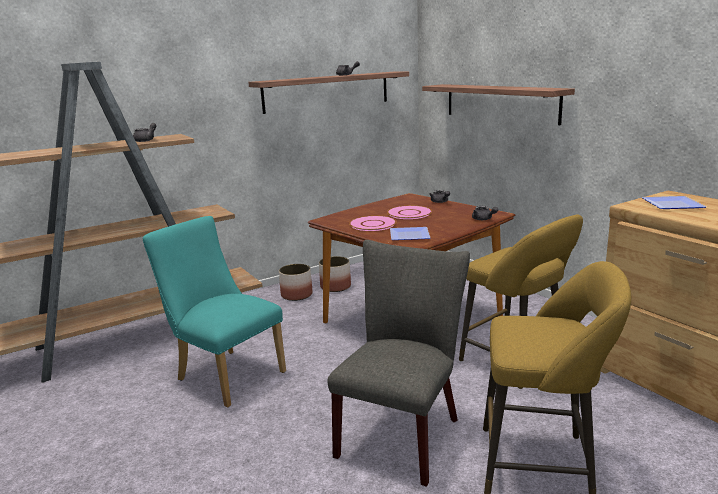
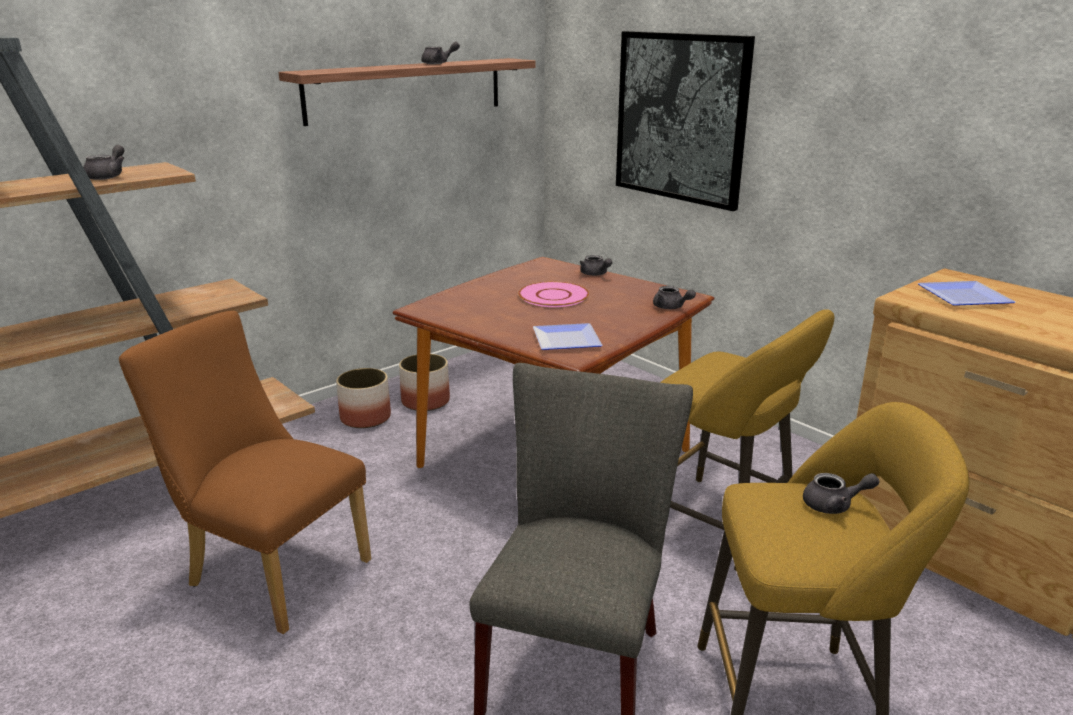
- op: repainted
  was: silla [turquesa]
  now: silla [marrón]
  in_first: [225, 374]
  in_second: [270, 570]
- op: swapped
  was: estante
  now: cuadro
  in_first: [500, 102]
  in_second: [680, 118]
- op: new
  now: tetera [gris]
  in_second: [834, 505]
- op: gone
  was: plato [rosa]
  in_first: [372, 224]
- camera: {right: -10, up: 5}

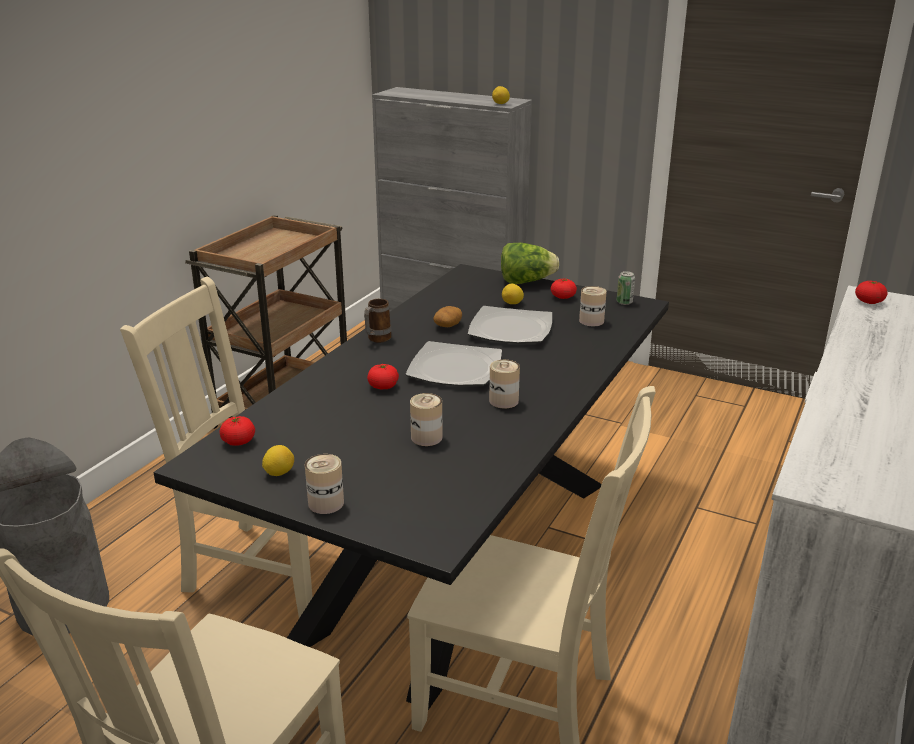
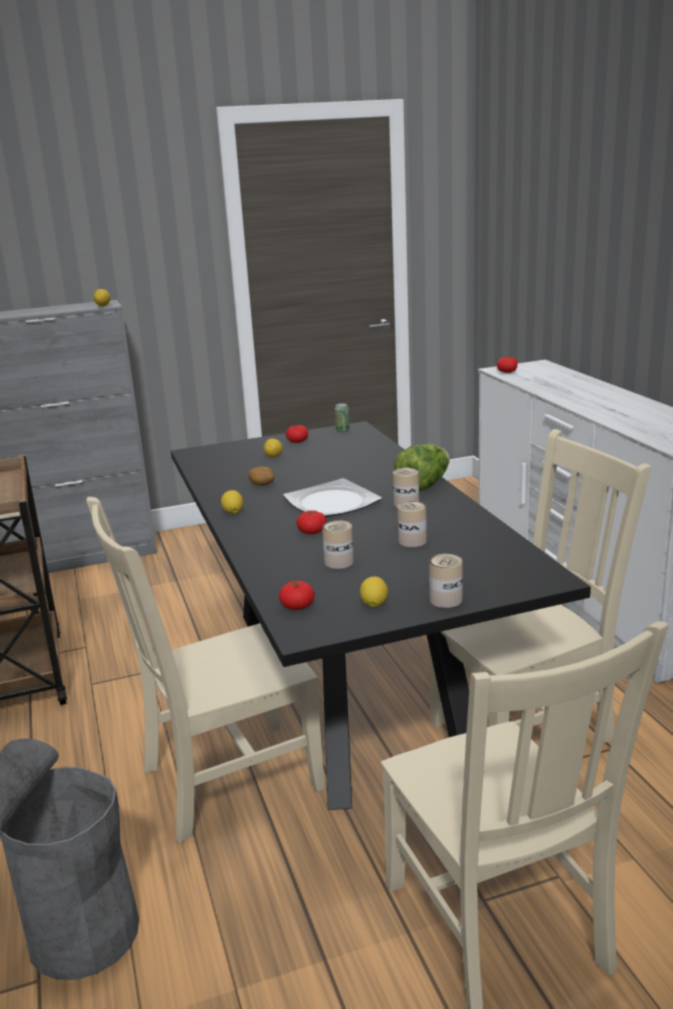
- op: swapped
  was: taza grande
  now: limón
  in_first: [376, 340]
  in_second: [233, 512]
- op: shifted
  was: lata
  in_first: [591, 321]
  in_second: [339, 562]
- op: shifted
  was: lechuga
  in_first: [526, 281]
  in_second: [424, 485]
- op: gone
  was: plato
  in_first: [511, 329]
- camera: {right: -45, up: -5}

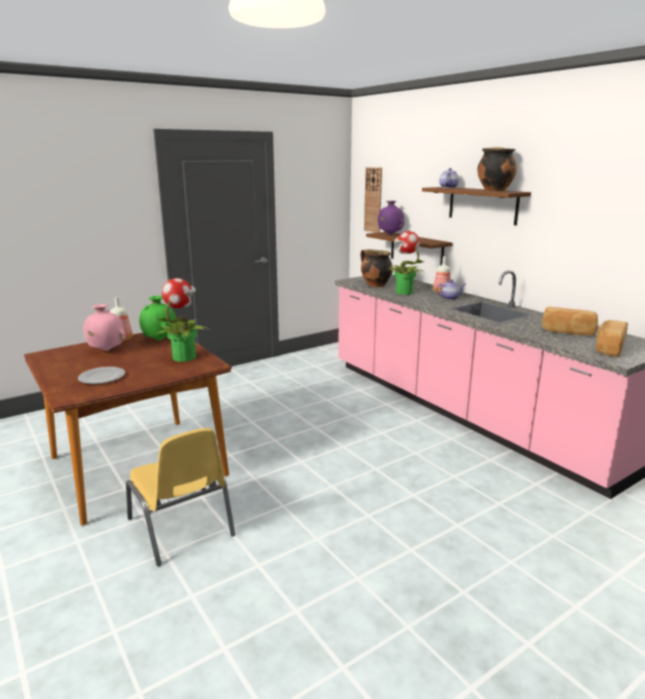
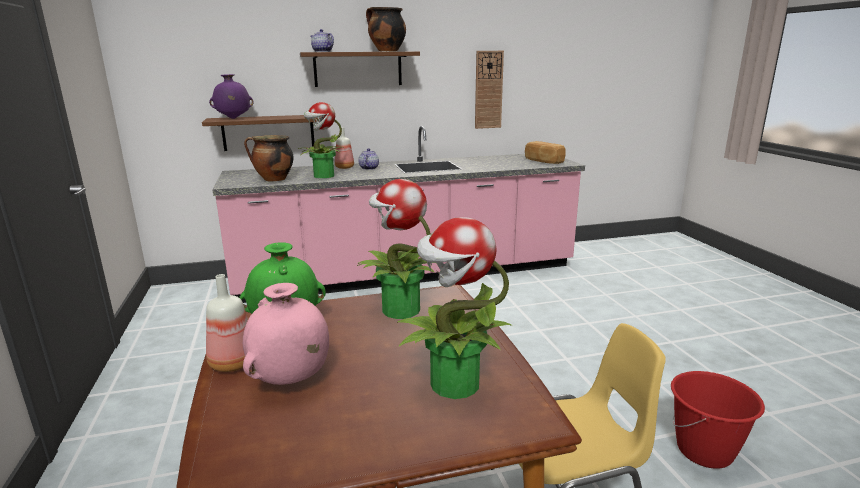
- op: swapped
  was: plato
  now: planta en maceta
  in_first: [101, 377]
  in_second: [453, 384]
- op: shifted
  was: reloj de pared
  in_first: [373, 200]
  in_second: [488, 90]
- op: new
  now: cubo [rojo]
  in_second: [704, 451]
- op: gone
  was: pan
  in_first: [567, 332]
- camera: {right: -70, up: 0}

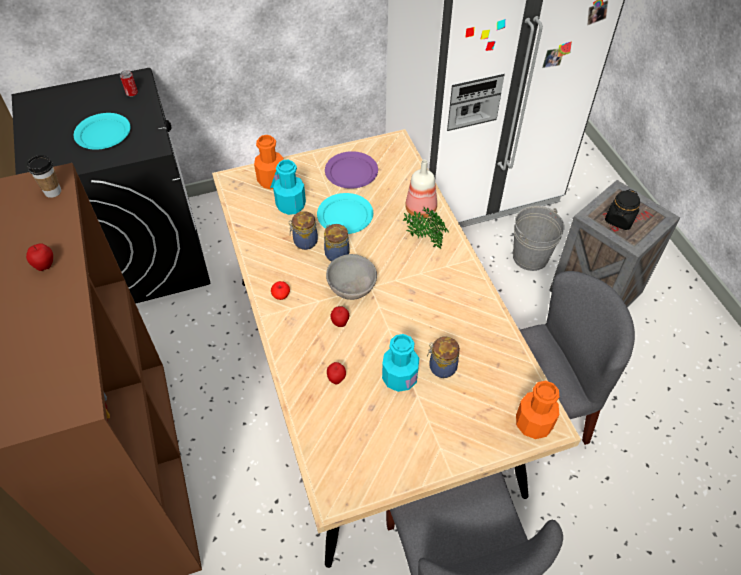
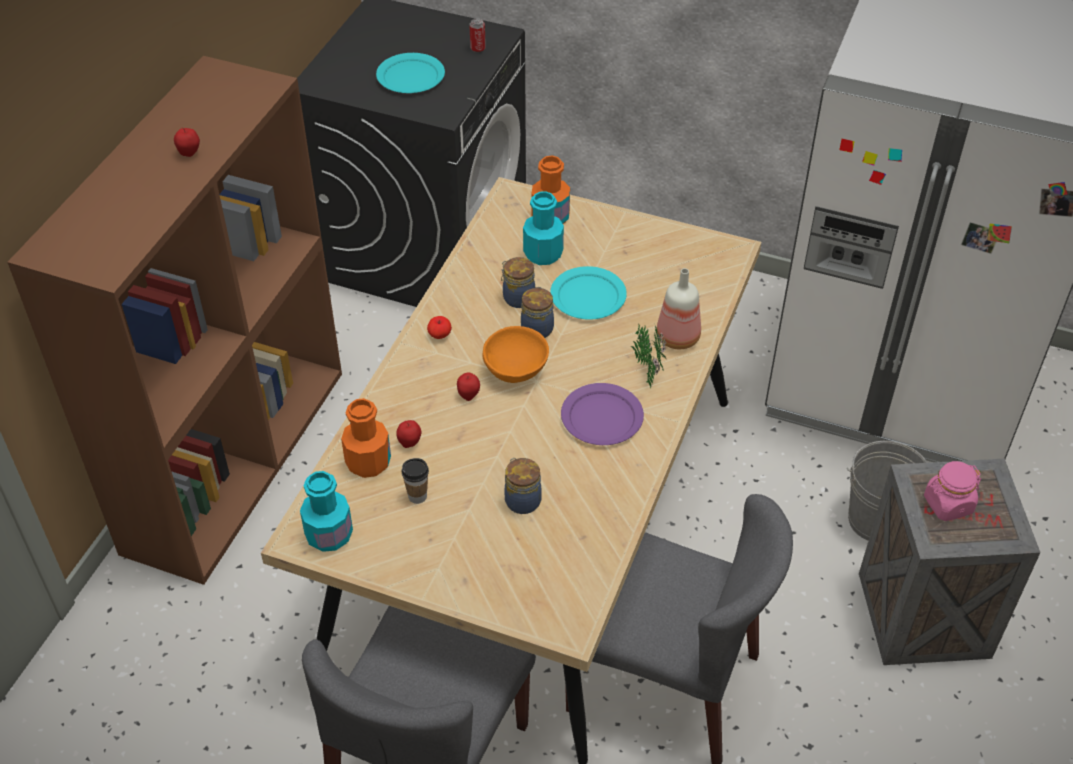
- op: shifted
  was: botella [turquesa]
  in_first: [399, 378]
  in_second: [329, 535]
- op: shifted
  was: botella [naranja]
  in_first: [533, 423]
  in_second: [368, 462]
- op: shifted
  was: taza
  in_first: [53, 192]
  in_second: [417, 496]
- op: repainted
  was: cuenco [gris]
  now: cuenco [naranja]
  in_first: [352, 288]
  in_second: [517, 371]
- op: shifted
  was: plato [morado]
  in_first: [351, 172]
  in_second: [601, 416]
- op: repainted
  was: tarro [negro]
  now: tarro [rosa]
  in_first: [619, 220]
  in_second: [947, 504]
- camera: {right: 40, up: -5}

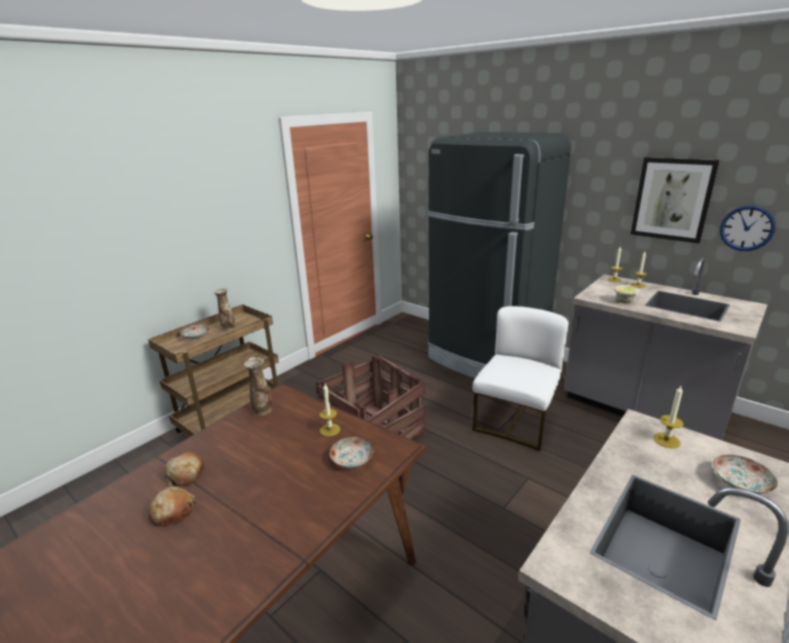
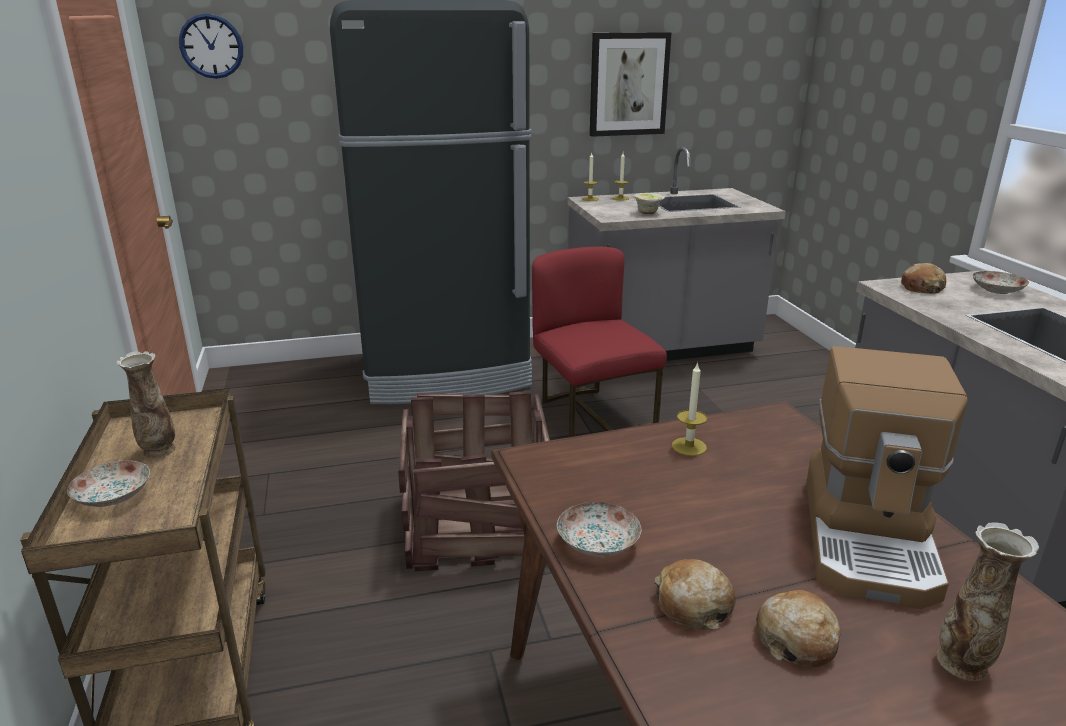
- op: shifted
  was: reloj de pared
  in_first: [747, 228]
  in_second: [211, 46]
- op: repainted
  was: silla [blanco]
  now: silla [rojo]
  in_first: [516, 421]
  in_second: [592, 415]
- op: shifted
  was: plato
  in_first: [353, 460]
  in_second: [599, 542]
- op: new
  now: cafetera
  in_second: [871, 537]
- op: swapped
  was: vela
  now: pan
  in_first: [666, 440]
  in_second: [921, 288]
- op: shifted
  was: florero
  in_first: [262, 411]
  in_second: [964, 663]
- camera: {right: -55, up: 0}

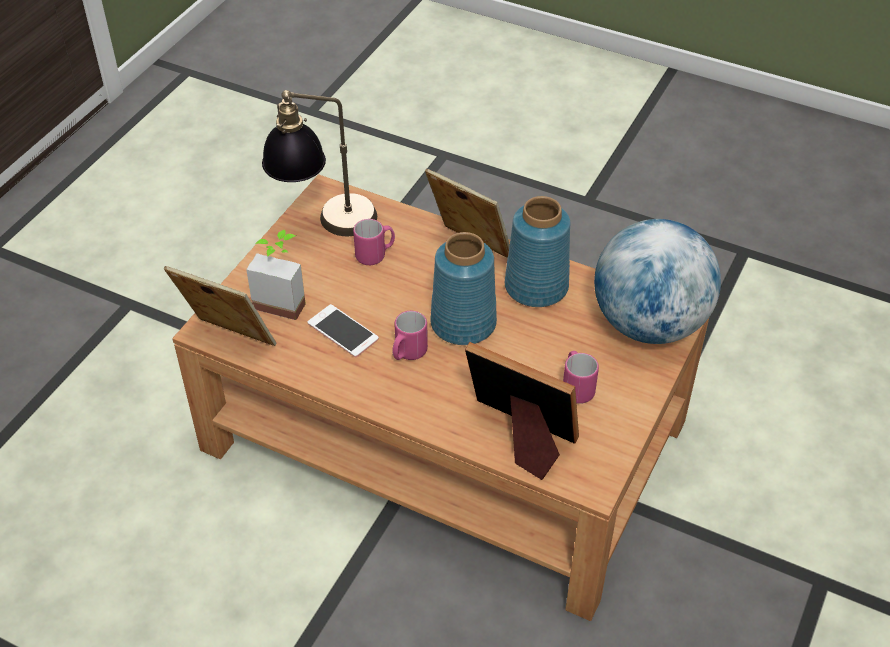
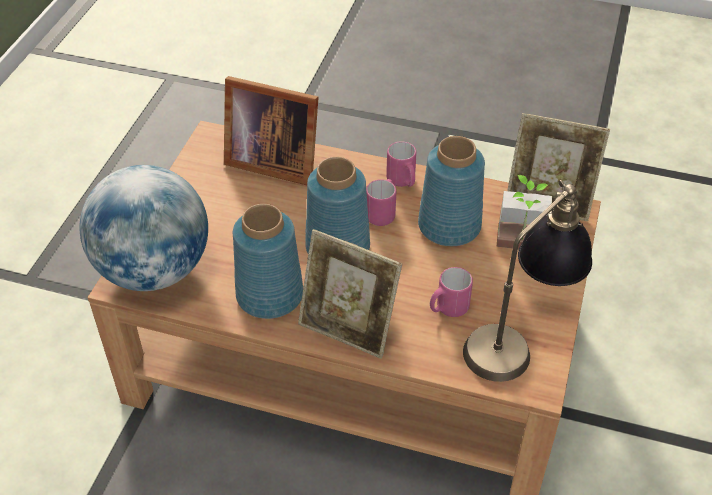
- op: shifted
  was: taza grande [rosa]
  in_first: [576, 387]
  in_second: [403, 182]
- op: swapped
  was: móvil
  now: florero [azul]
  in_first: [343, 331]
  in_second: [449, 225]
- camera: {right: 170, up: 0}

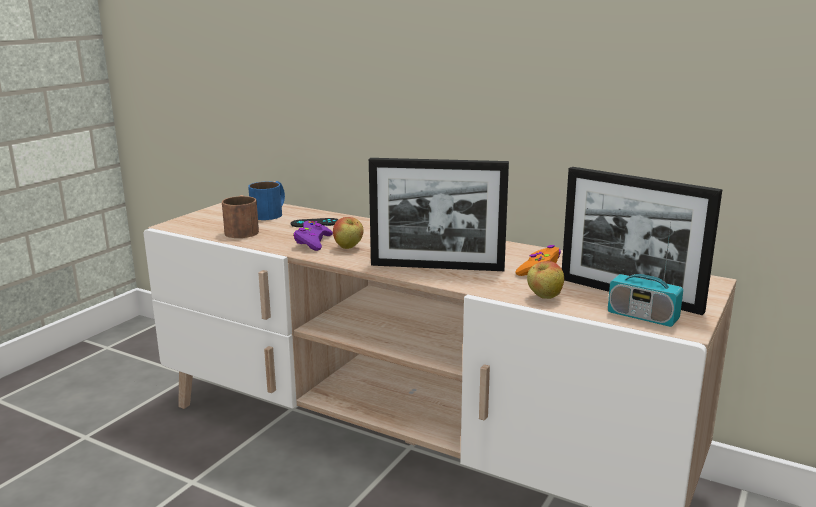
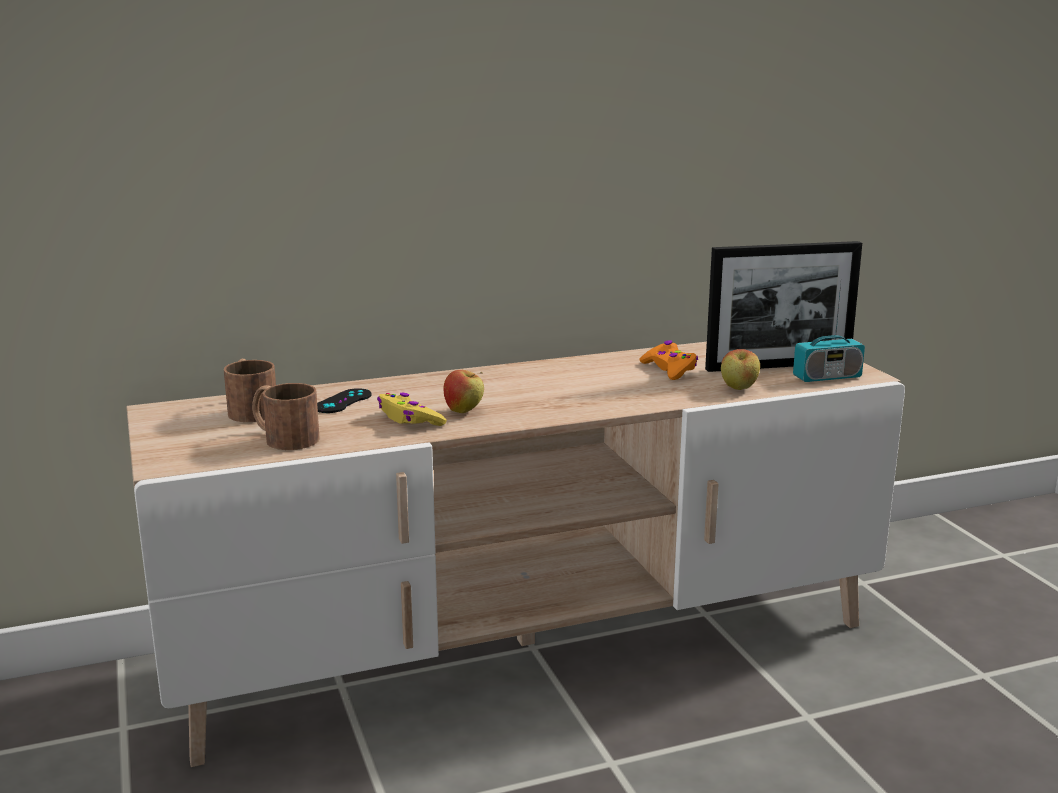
- op: repainted
  was: taza grande [azul]
  now: taza grande [marrón]
  in_first: [271, 213]
  in_second: [250, 409]
- op: repainted
  was: mando de consola [morado]
  now: mando de consola [amarillo]
  in_first: [313, 242]
  in_second: [409, 419]
- op: gone
  was: portarretratos
  in_first: [437, 267]
- camera: {right: -50, up: 0}

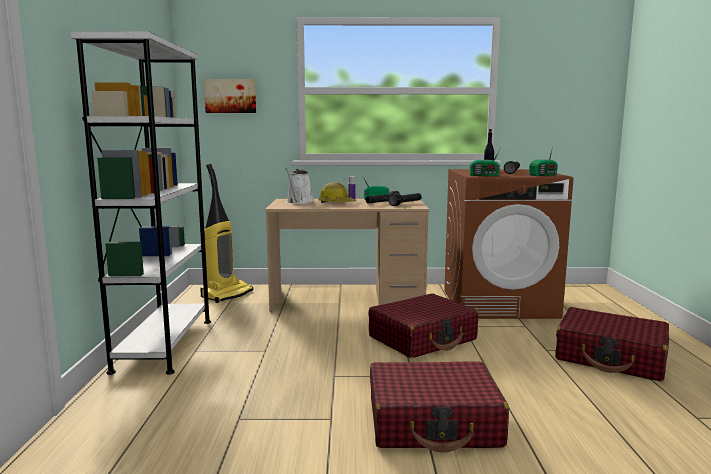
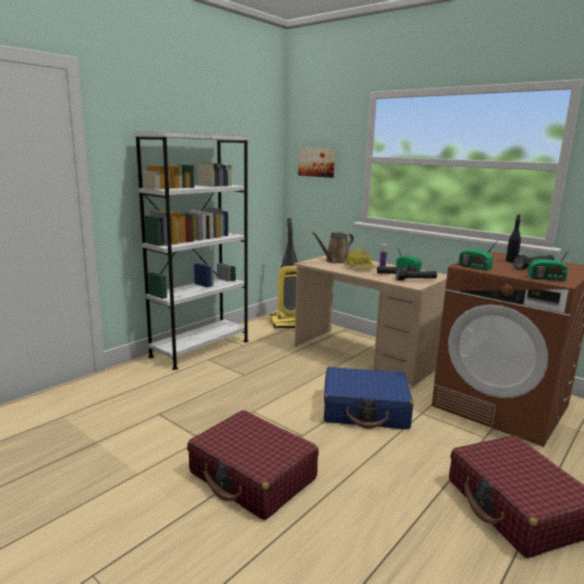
- op: repainted
  was: regadera [blanco]
  now: regadera [marrón]
  in_first: [299, 202]
  in_second: [335, 261]
- op: repainted
  was: maleta [rojo]
  now: maleta [azul]
  in_first: [423, 338]
  in_second: [365, 410]
- camera: {right: 40, up: 5}

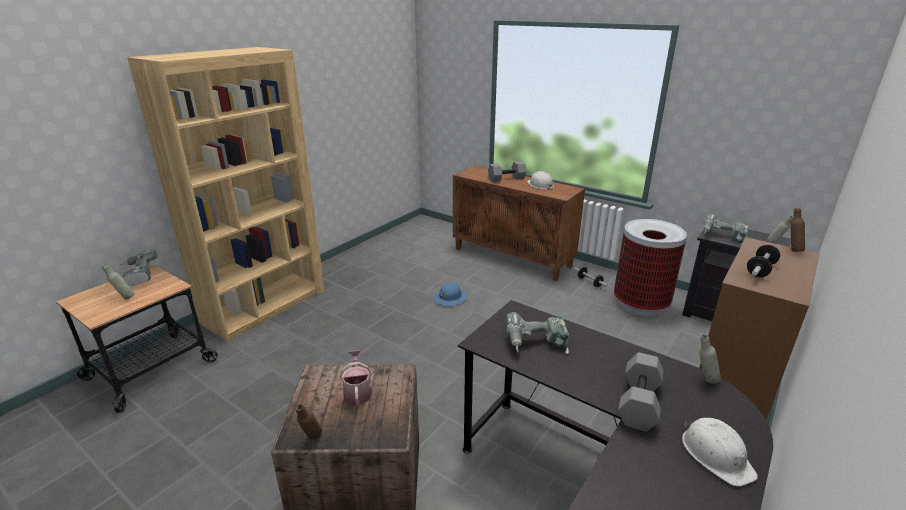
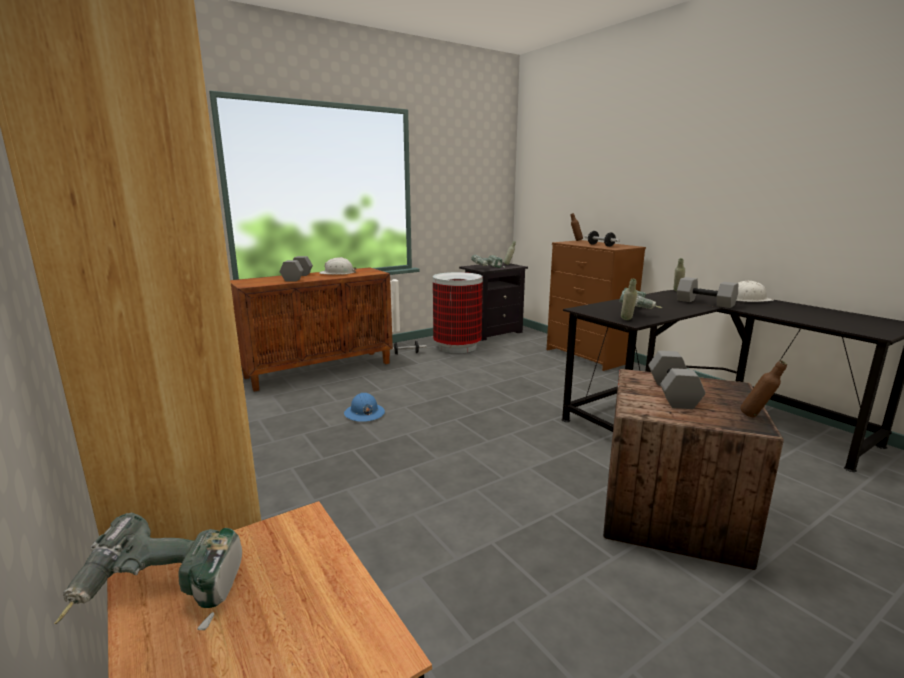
- op: shifted
  was: botella [gris]
  in_first: [124, 298]
  in_second: [627, 320]
- op: swapped
  was: regadera
  now: mancuerna [gris]
  in_first: [357, 392]
  in_second: [671, 393]
- camera: {right: -70, up: -10}

